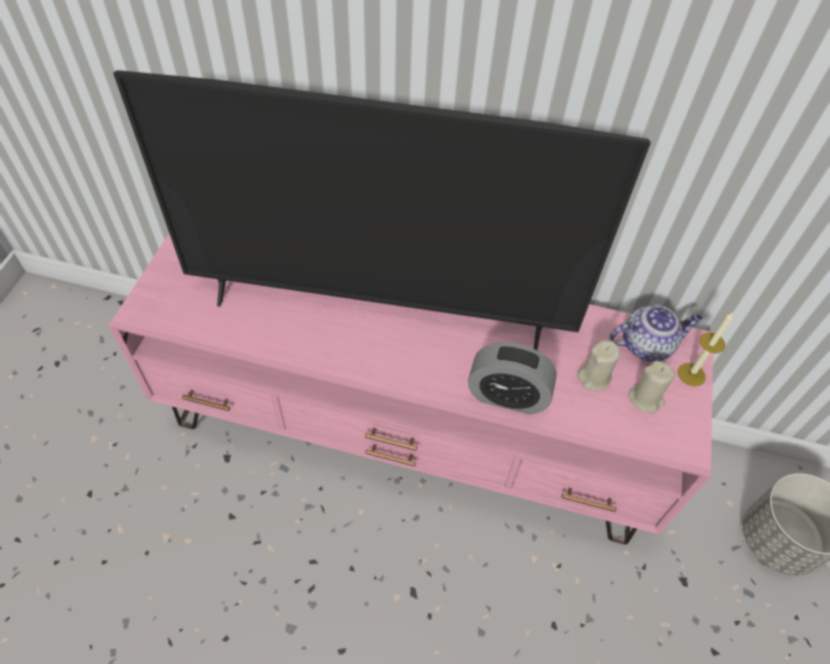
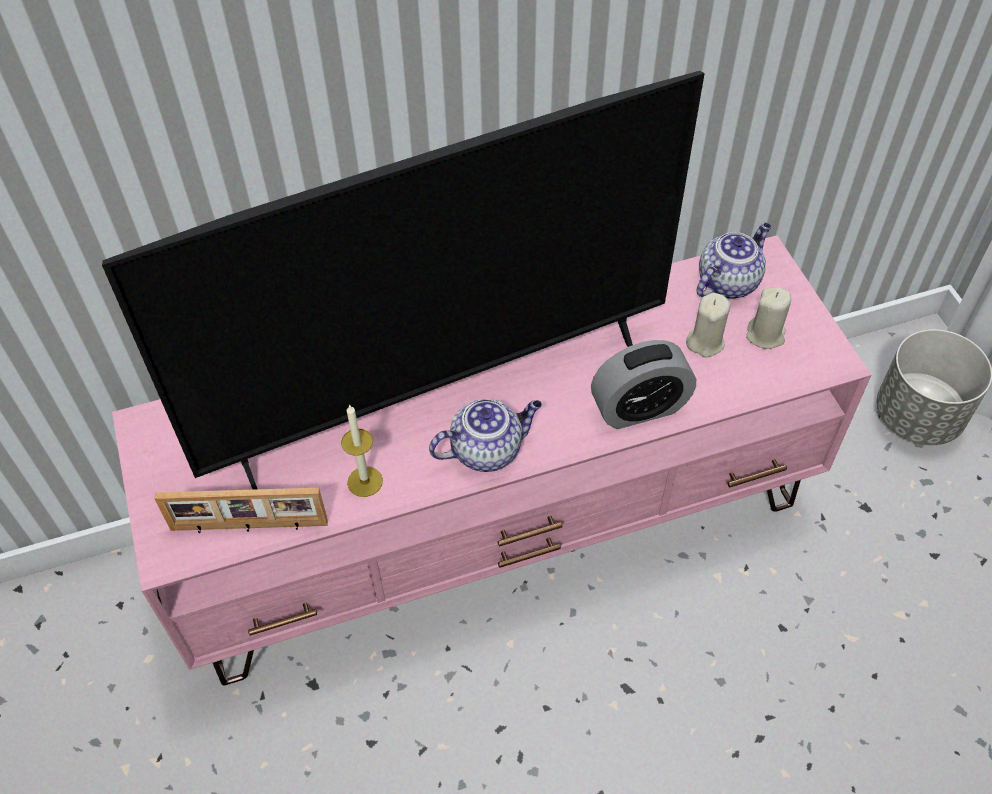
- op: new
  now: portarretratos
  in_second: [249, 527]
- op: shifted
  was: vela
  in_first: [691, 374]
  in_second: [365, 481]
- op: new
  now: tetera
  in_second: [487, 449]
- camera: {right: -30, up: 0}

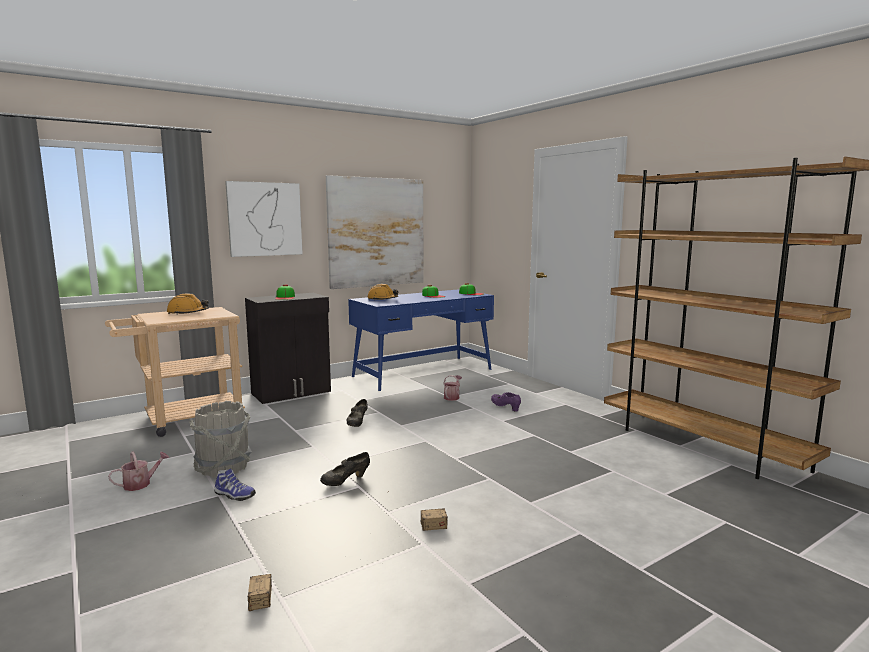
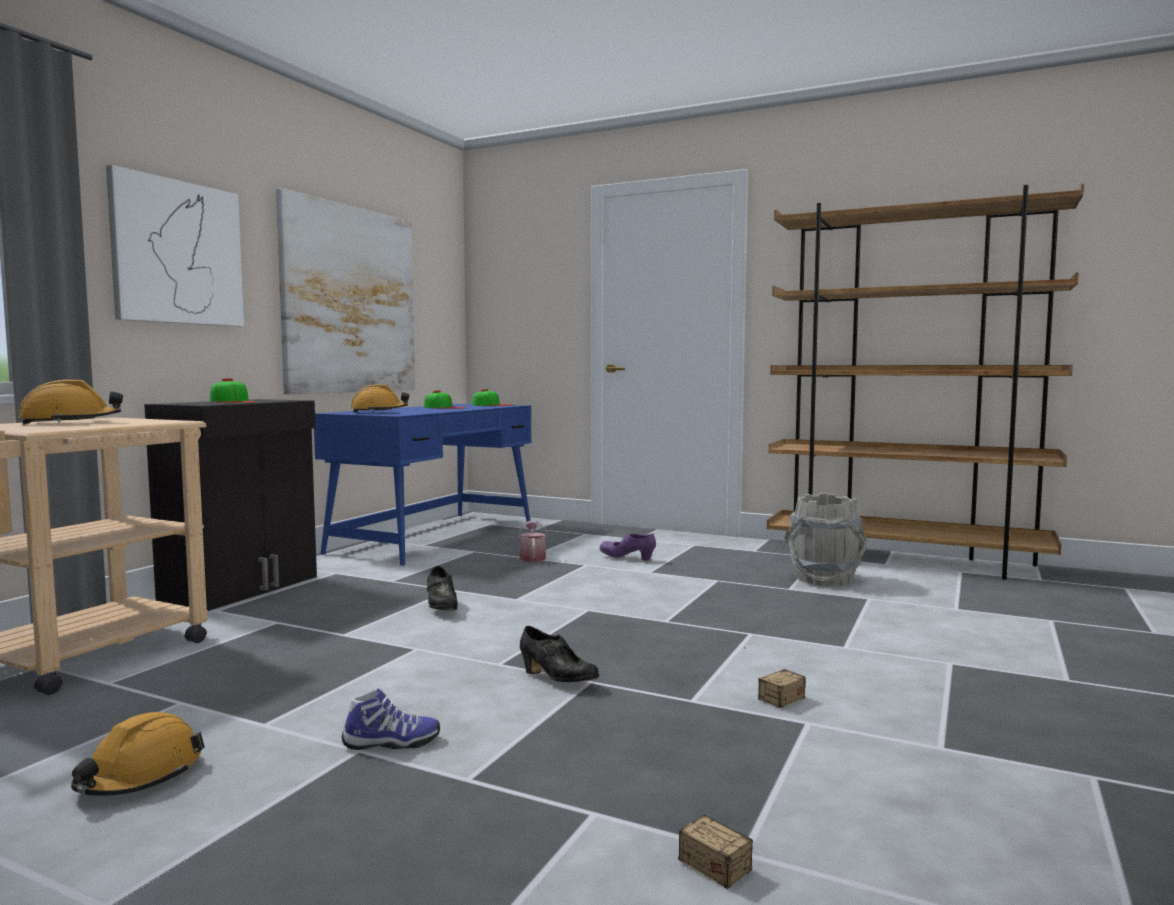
- op: swapped
  was: regadera
  now: casco [naranja]
  in_first: [141, 484]
  in_second: [140, 776]
- op: rotated
  was: zapato [negro]
  in_first: [345, 481]
  in_second: [557, 680]
  clockwise: -75
- op: shifted
  was: cubo [gris]
  in_first: [224, 468]
  in_second: [823, 578]
- camera: {right: -30, up: -5}

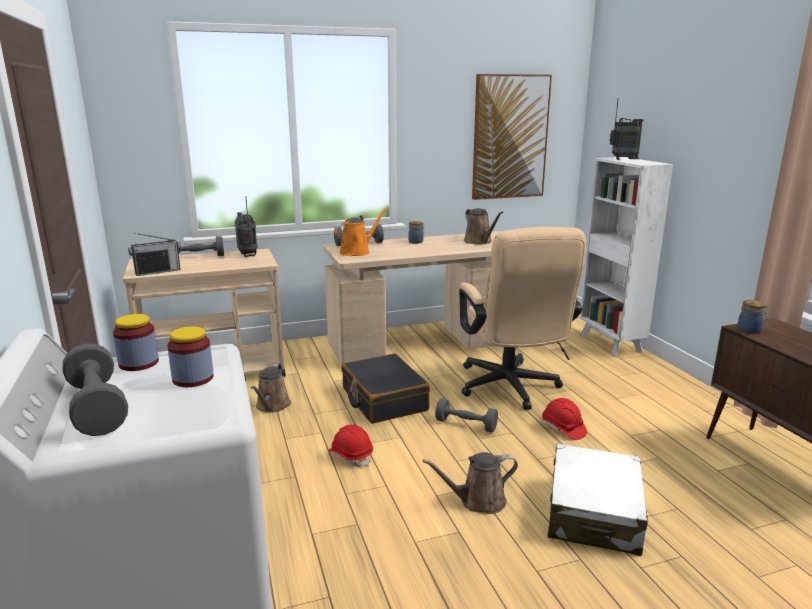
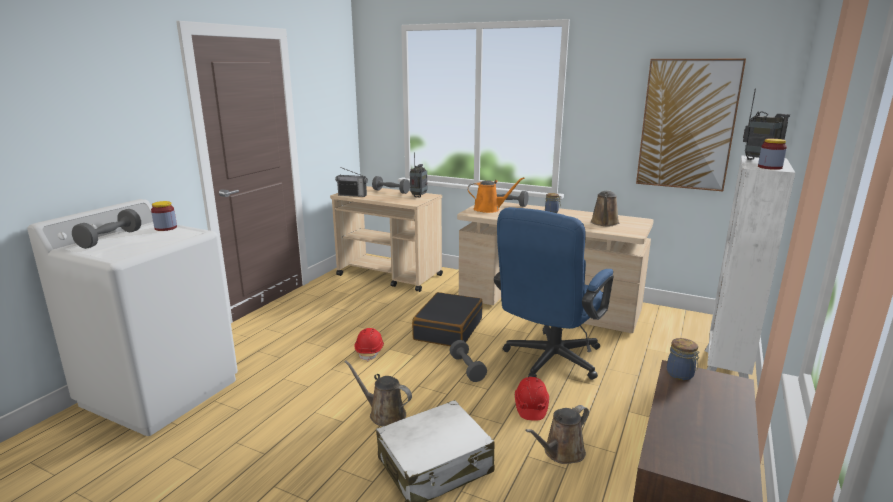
- op: repainted
  was: silla de oficina [beis]
  now: silla de oficina [azul]
  in_first: [511, 389]
  in_second: [548, 362]
- op: shifted
  was: regadera [marrón]
  in_first: [272, 406]
  in_second: [561, 453]
- op: shifted
  was: tarro
  in_first: [193, 378]
  in_second: [769, 167]
- camera: {right: 45, up: 0}

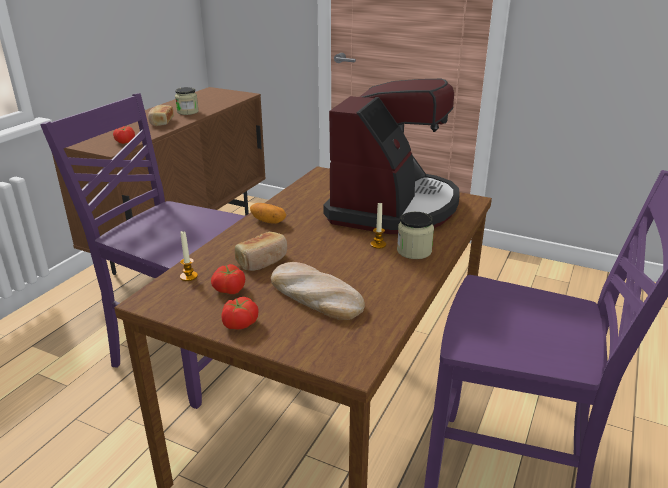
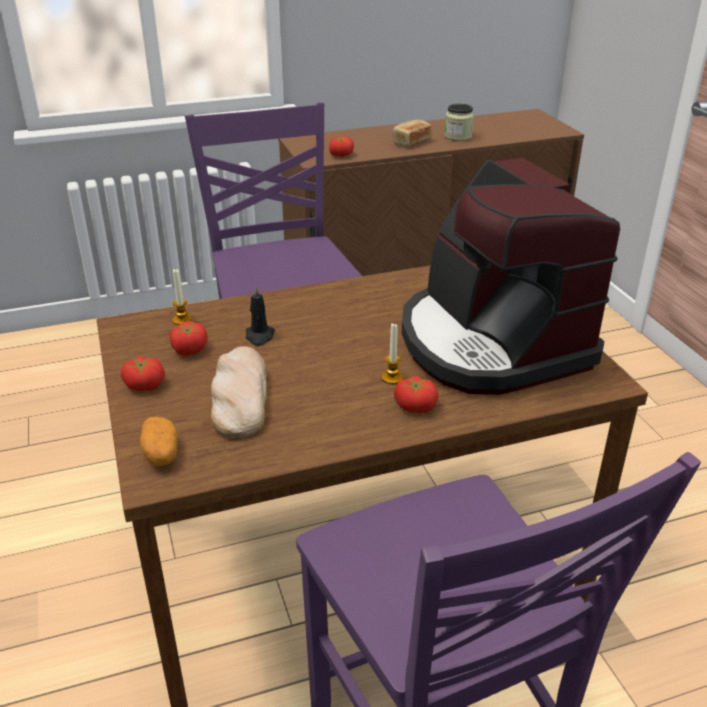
- op: shifted
  was: patata
  in_first: [268, 221]
  in_second: [161, 453]
- op: swapped
  was: pan
  now: vela [negro]
  in_first: [262, 261]
  in_second: [259, 336]
- op: swapped
  was: tarro
  now: tomate
  in_first: [414, 251]
  in_second: [415, 405]
- op: rotated
  was: cafetera
  in_first: [393, 207]
  in_second: [491, 343]
  clockwise: 90
- camera: {right: 45, up: 5}

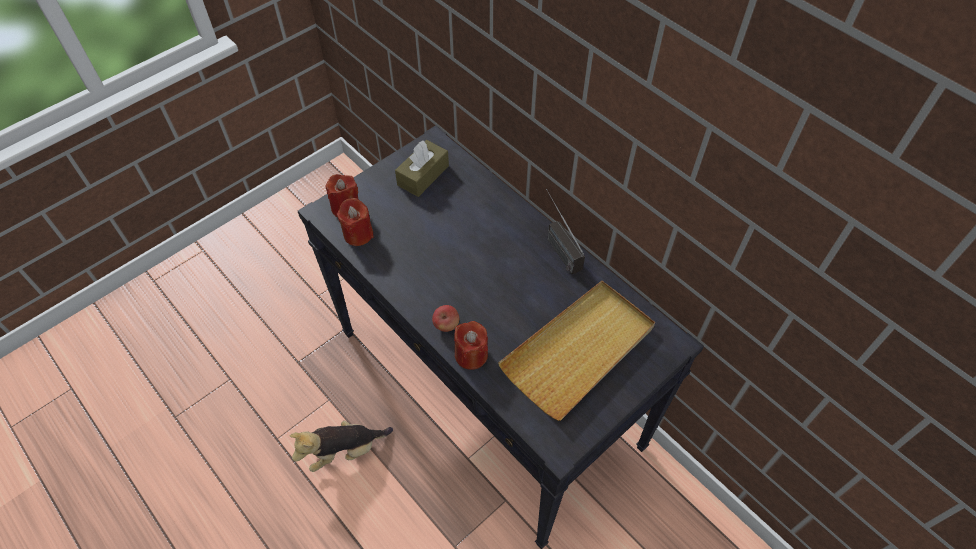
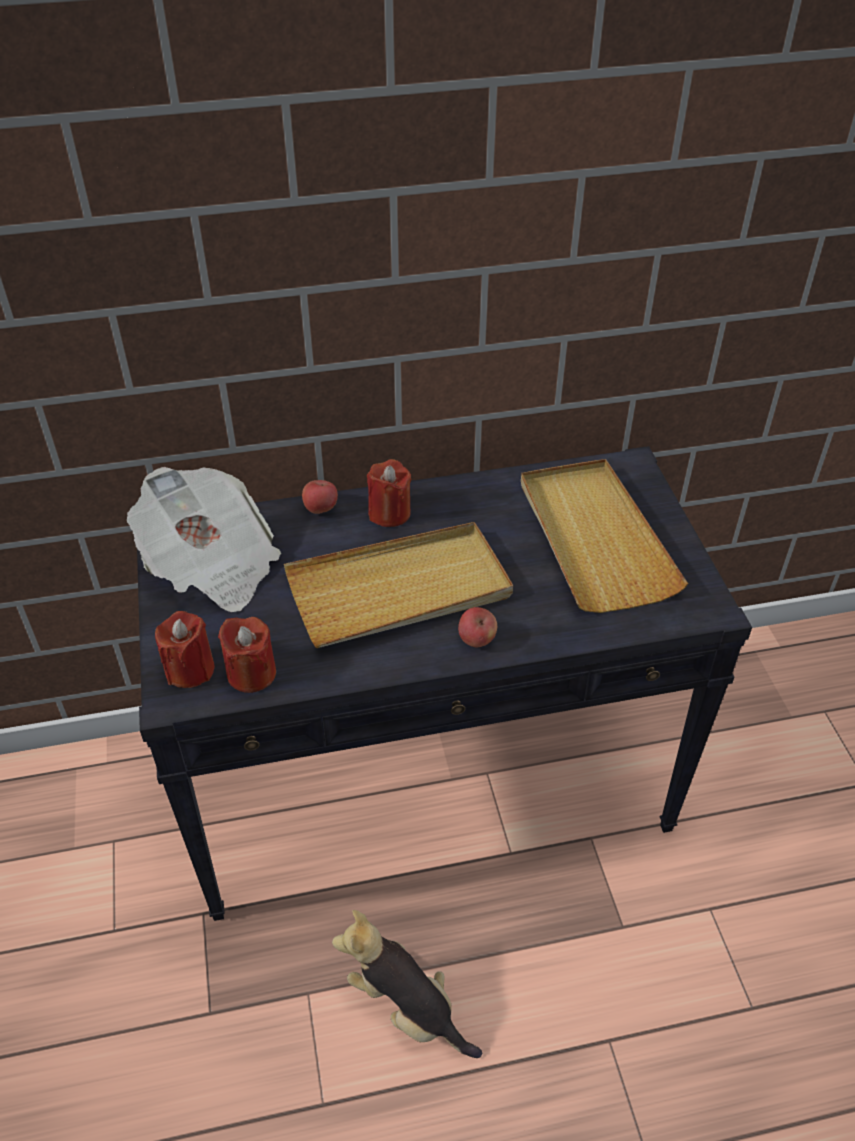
- op: swapped
  was: caja de pañuelos [marrón]
  now: periódico
  in_first: [423, 175]
  in_second: [211, 565]
- op: new
  now: bandeja [beis]
  in_second: [400, 590]
- op: new
  now: manzana
  in_second: [320, 508]
- op: rotated
  was: peluche
  in_first: [345, 451]
  in_second: [407, 1007]
  clockwise: 120
- op: shifted
  was: vela [rojo]
  in_first: [471, 355]
  in_second: [389, 513]
- op: gone
  was: radio
  in_first: [556, 245]
- camera: {right: -60, up: -10}

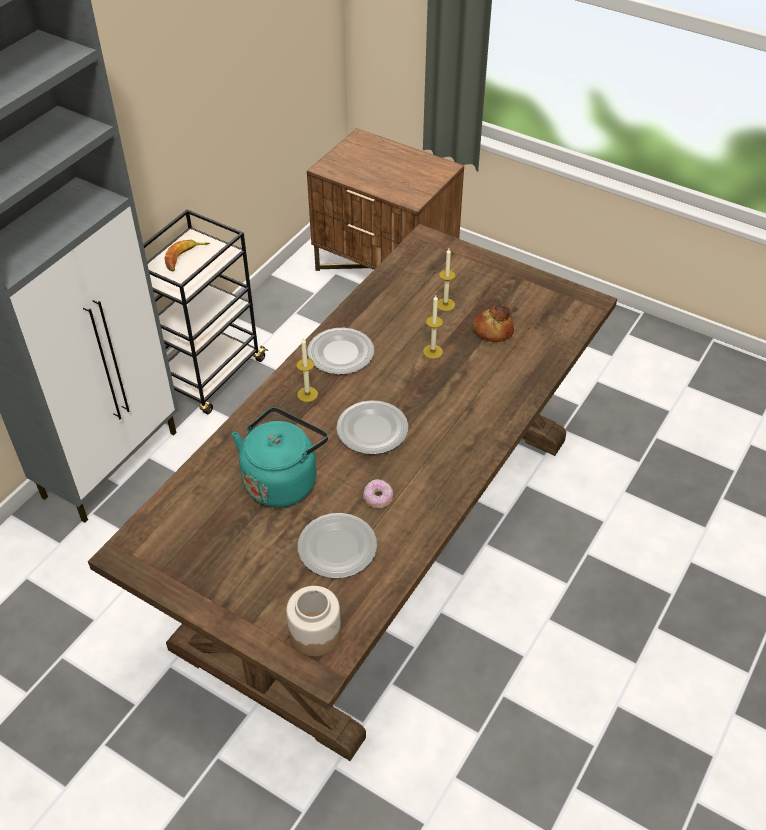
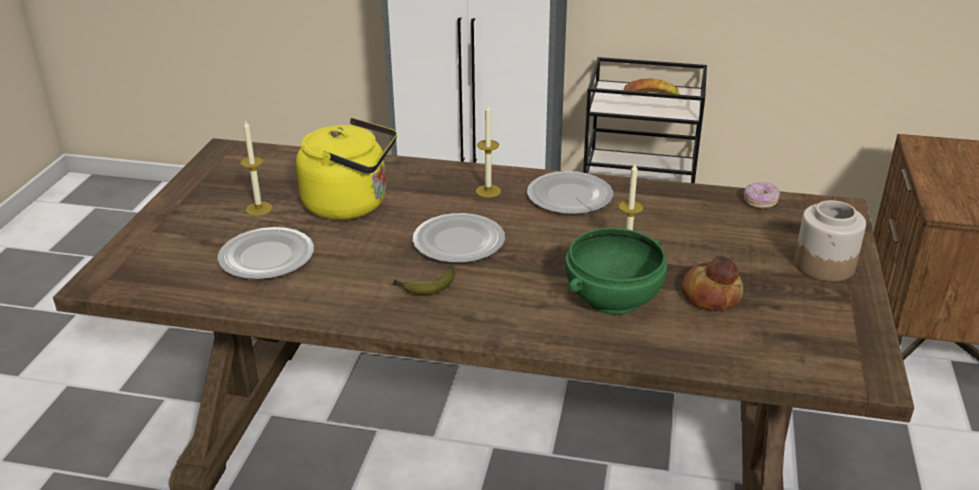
- op: shifted
  was: vela
  in_first: [445, 304]
  in_second: [259, 209]
- op: repainted
  was: hervidor [turquesa]
  now: hervidor [amarillo]
  in_first: [282, 480]
  in_second: [351, 205]
- op: new
  now: plátano
  in_second: [424, 288]
- op: new
  now: cuenco [verde]
  in_second: [612, 298]
- op: shifted
  was: rosquilla
  in_first: [378, 498]
  in_second: [760, 202]
- op: shifted
  was: tarro
  in_first: [315, 633]
  in_second: [825, 265]
- camera: {right: 70, up: -15}

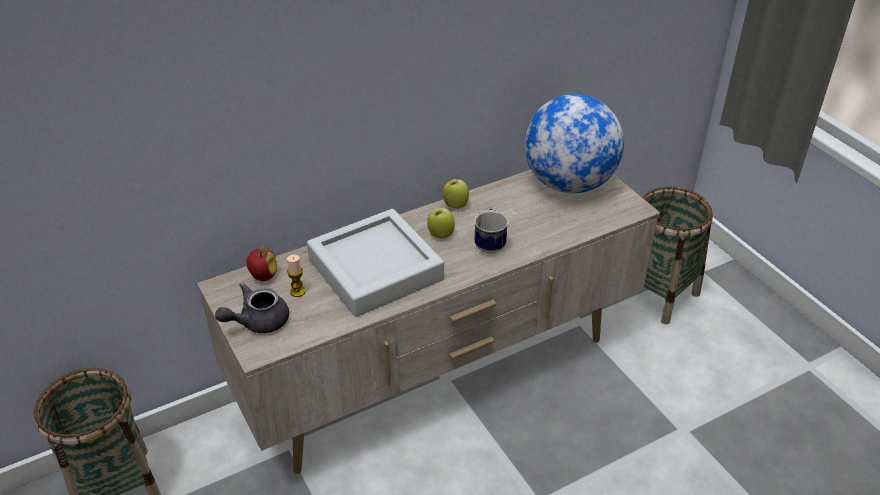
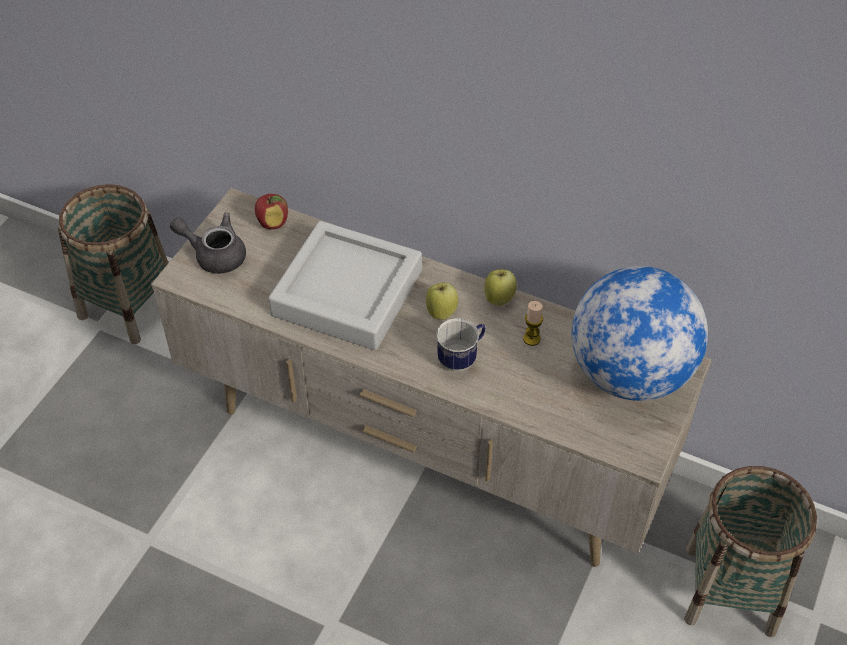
- op: shifted
  was: vela
  in_first: [297, 291]
  in_second: [531, 339]
- camera: {right: 55, up: 10}

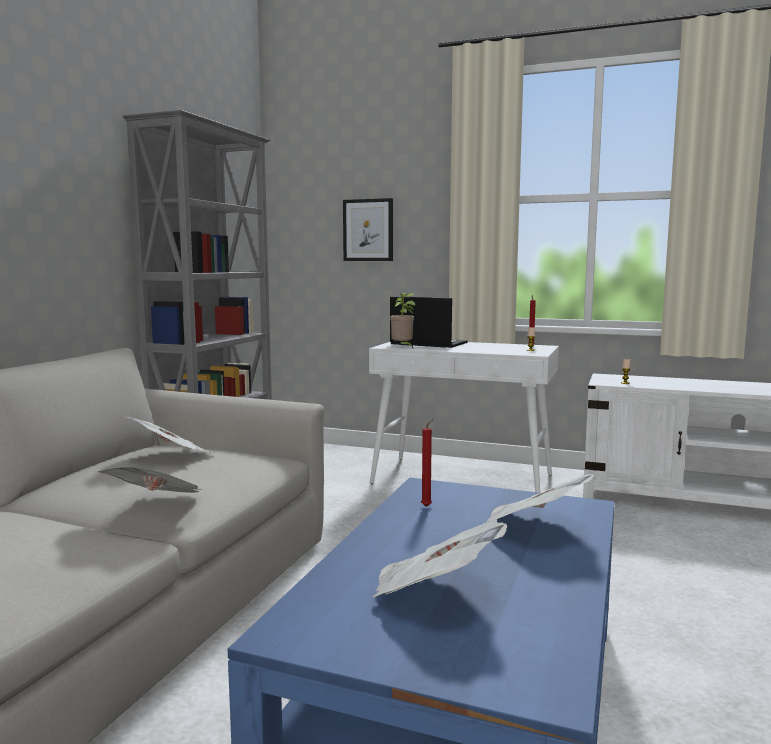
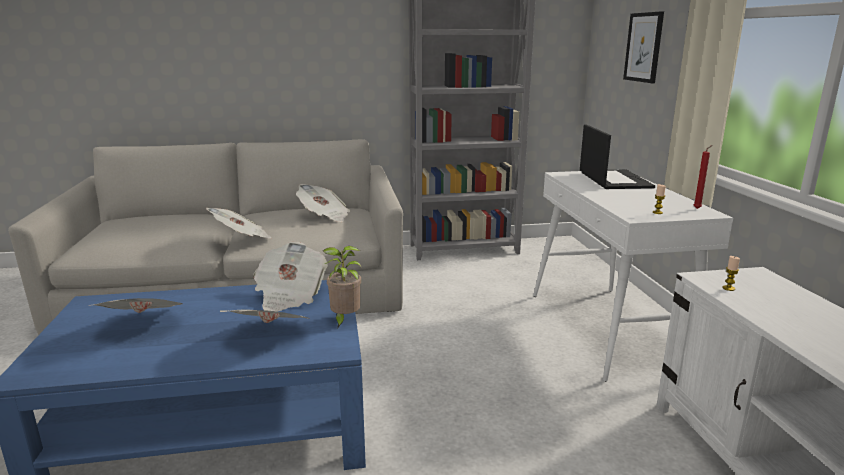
- op: swapped
  was: vela [rojo]
  now: periódico
  in_first: [427, 506]
  in_second: [290, 295]
- op: shifted
  was: planta en maceta
  in_first: [403, 348]
  in_second: [344, 320]
- camera: {right: 60, up: 10}

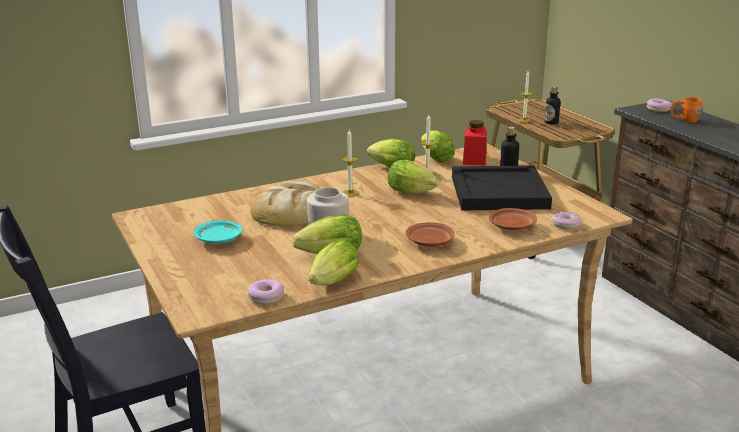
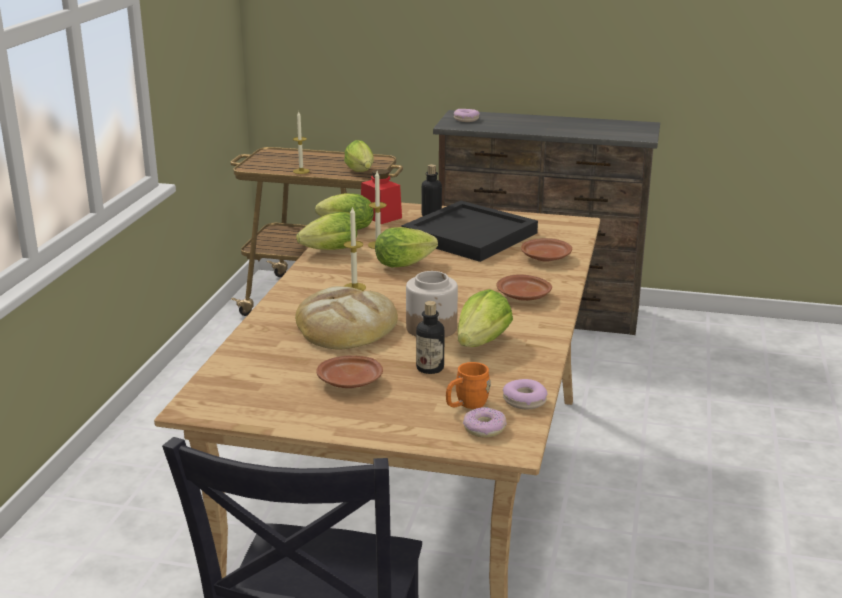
- op: repainted
  was: plato [turquesa]
  now: plato [marrón]
  in_first: [219, 240]
  in_second: [351, 382]
- op: shifted
  was: lechuga
  in_first: [332, 284]
  in_second: [361, 172]
- op: shifted
  was: botella
  in_first: [551, 122]
  in_second: [430, 368]
- op: shifted
  was: taza grande [naranja]
  in_first: [684, 120]
  in_second: [466, 405]
- op: shifted
  was: rosquilla
  in_first: [566, 224]
  in_second: [484, 428]
- camera: {right: -50, up: 0}

